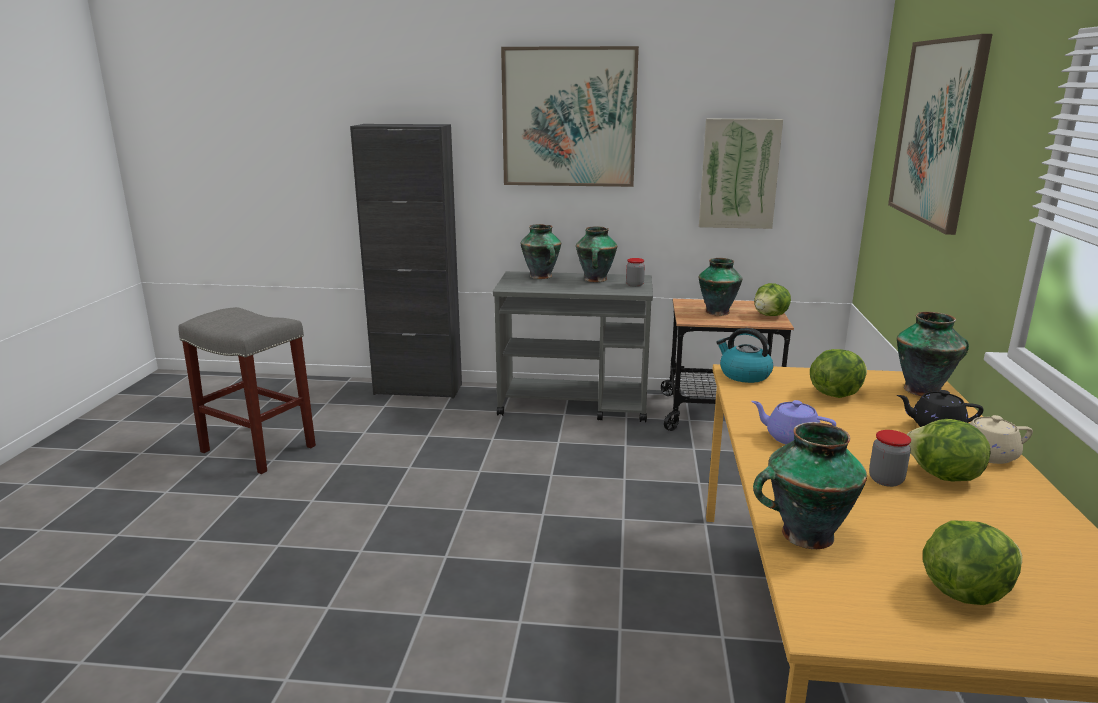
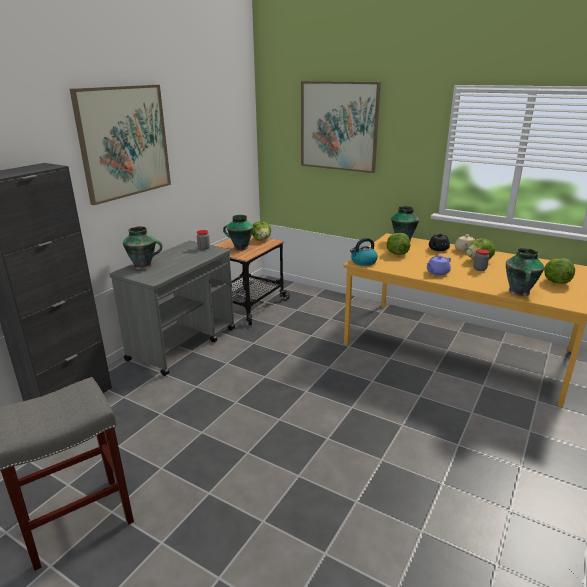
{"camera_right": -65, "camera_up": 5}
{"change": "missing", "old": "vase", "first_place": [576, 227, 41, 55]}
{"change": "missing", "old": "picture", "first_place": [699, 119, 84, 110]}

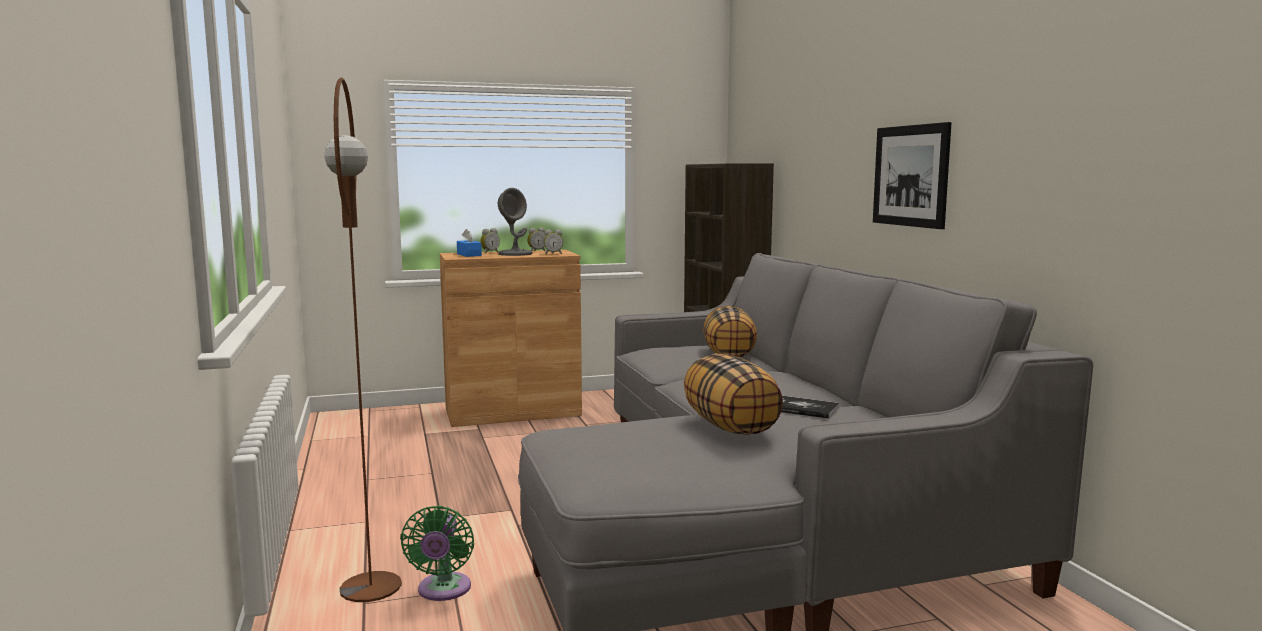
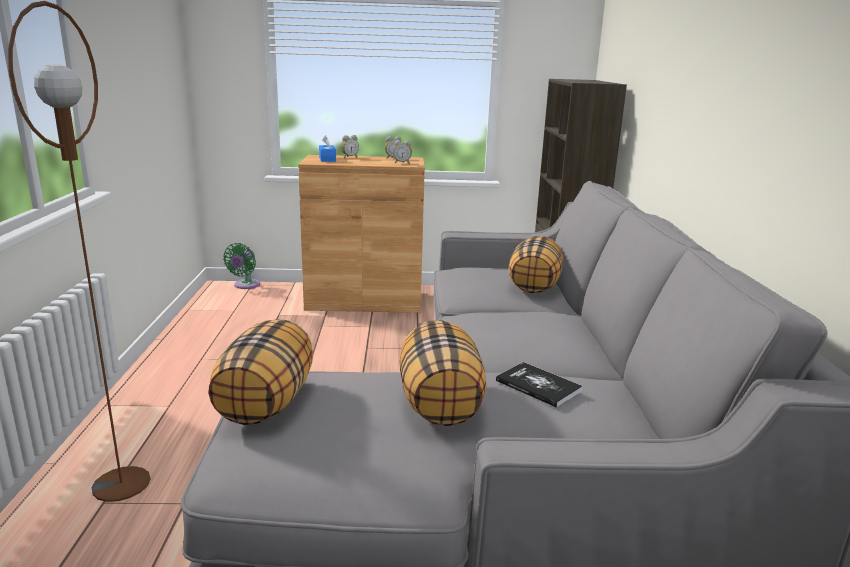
{"camera_right": 15, "camera_up": 10}
{"change": "appeared", "new": "pillow", "second_place": [208, 319, 105, 106]}
{"change": "relocated", "old": "green fan", "first_place": [400, 506, 74, 95], "second_place": [223, 243, 37, 46]}
{"change": "missing", "old": "grey table lamp", "first_place": [498, 188, 35, 68]}
{"change": "missing", "old": "picture", "first_place": [873, 122, 78, 107]}

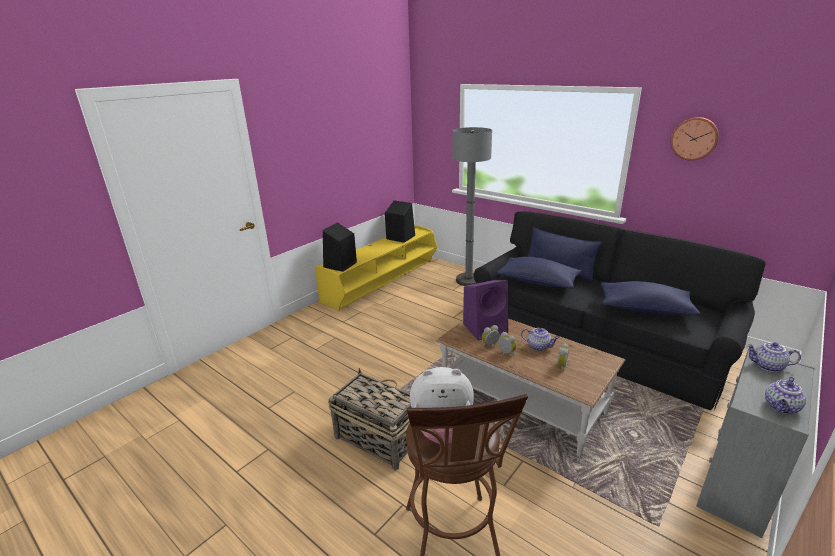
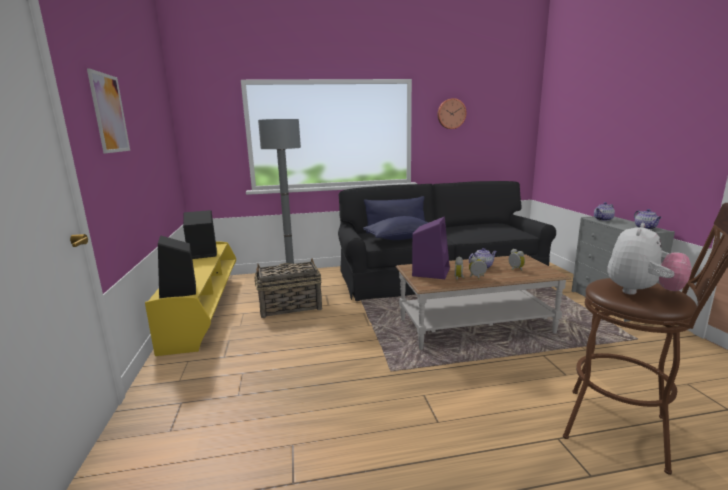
{"camera_right": -50, "camera_up": -10}
{"change": "appeared", "new": "picture", "second_place": [87, 68, 43, 85]}
{"change": "relocated", "old": "basket", "first_place": [328, 368, 84, 102], "second_place": [255, 259, 67, 59]}
{"change": "missing", "old": "blue pillow", "first_place": [601, 281, 99, 35]}

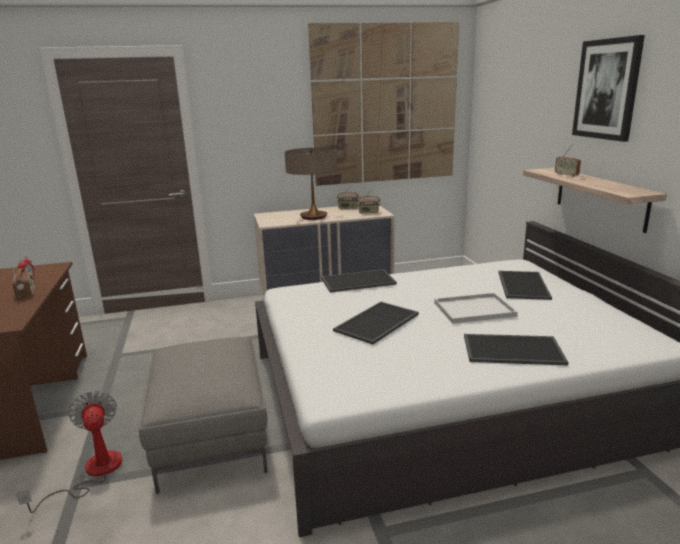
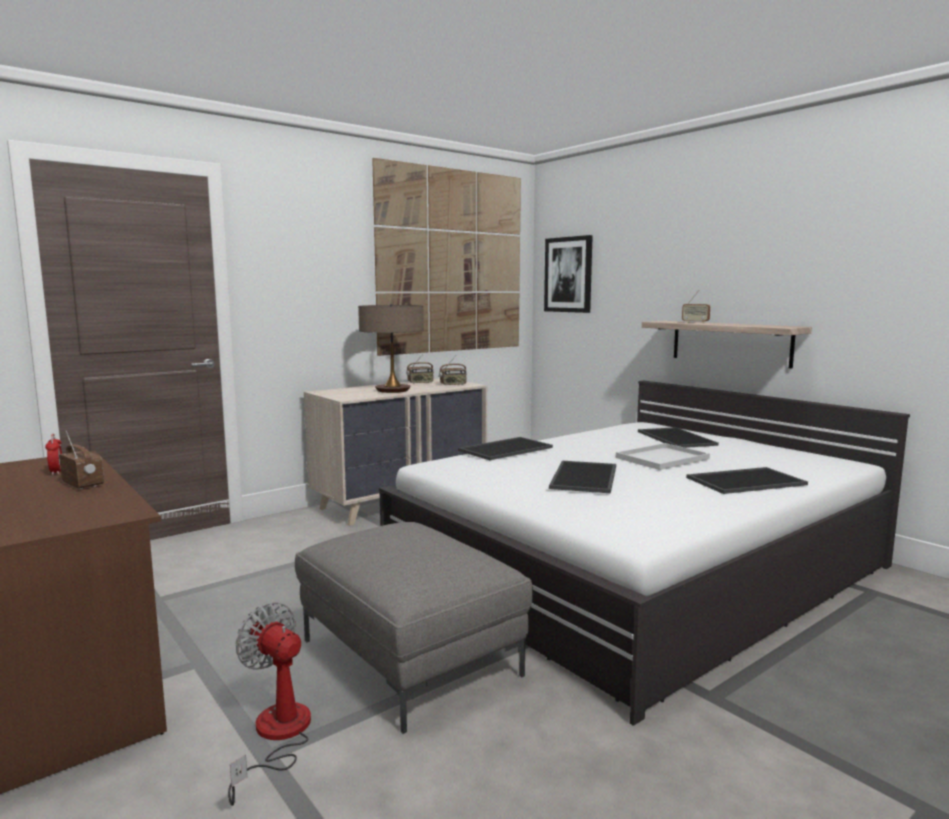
{"camera_right": -25, "camera_up": -10}
{"change": "relocated", "old": "picture", "first_place": [572, 35, 73, 107], "second_place": [544, 235, 49, 78]}

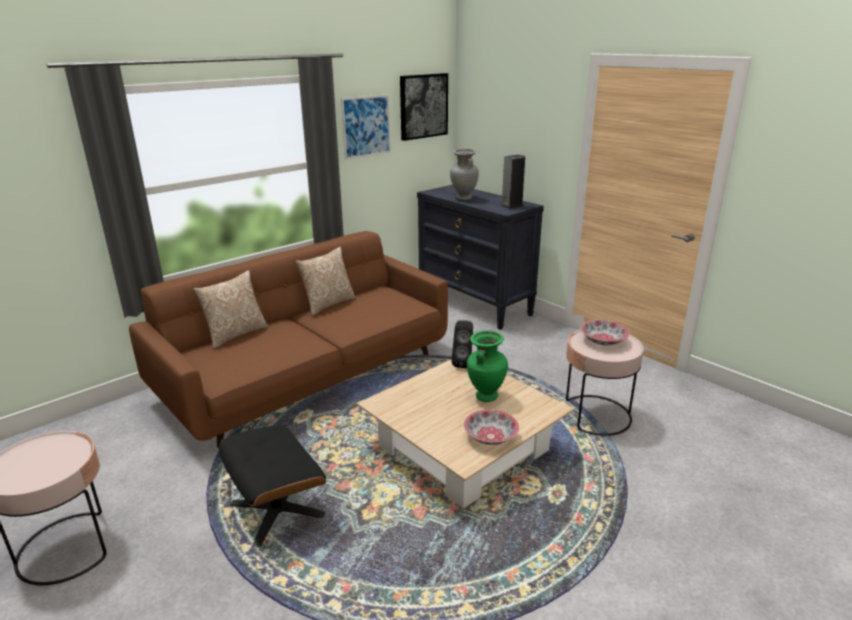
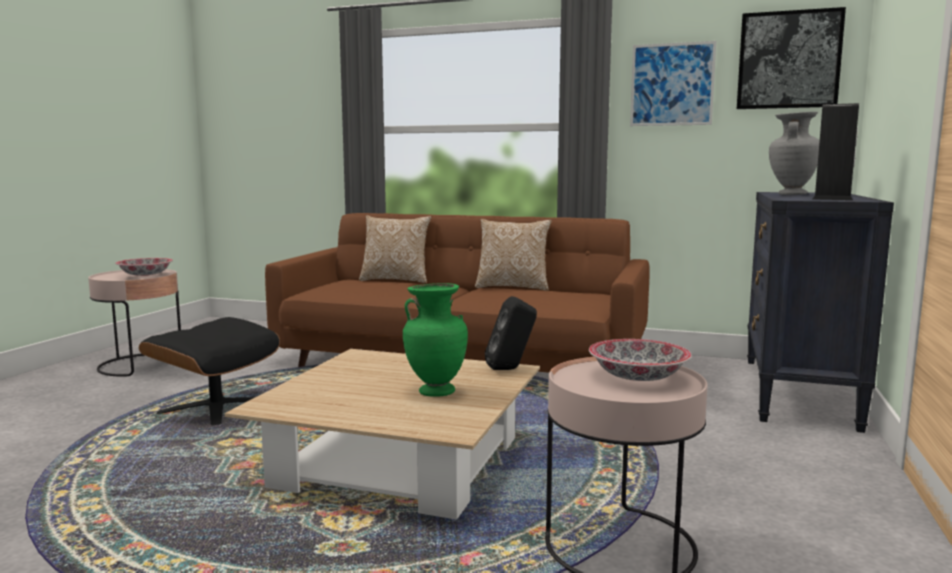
{"camera_right": 60, "camera_up": -15}
{"change": "relocated", "old": "bowl", "first_place": [464, 409, 55, 36], "second_place": [115, 258, 58, 18]}

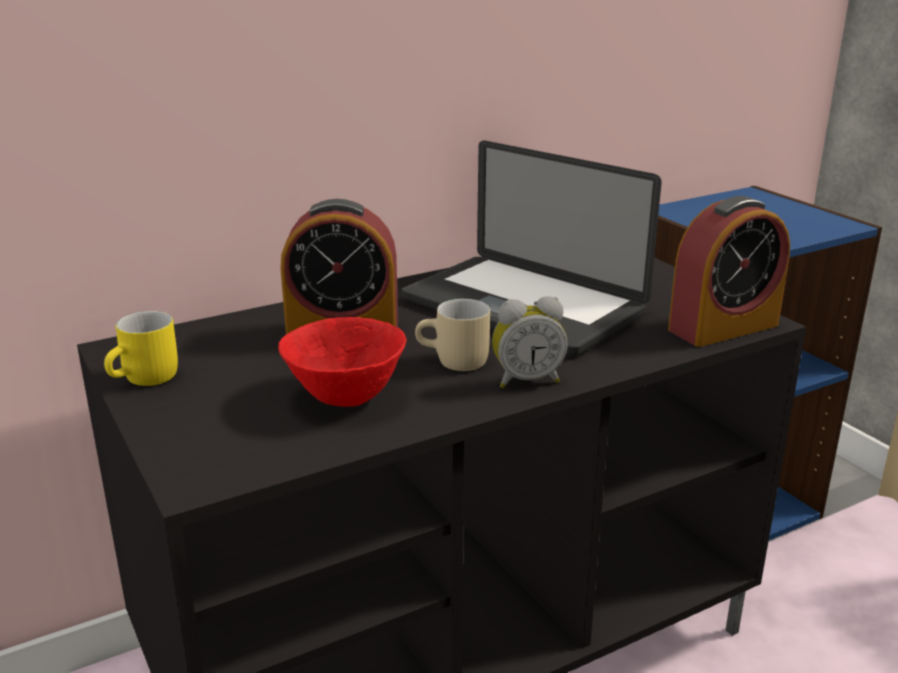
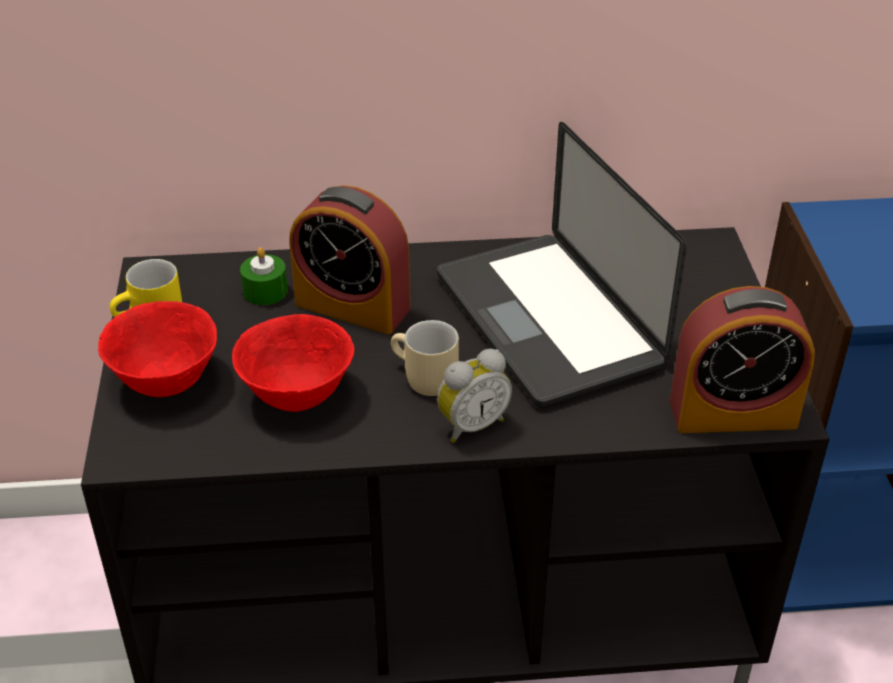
{"camera_right": 25, "camera_up": 15}
{"change": "appeared", "new": "red bowl", "second_place": [98, 301, 119, 96]}
{"change": "appeared", "new": "green candle", "second_place": [240, 247, 48, 58]}
{"change": "spun", "old": "alarm clock", "first_place": [492, 296, 76, 92], "second_place": [437, 349, 75, 94], "degrees": -45}

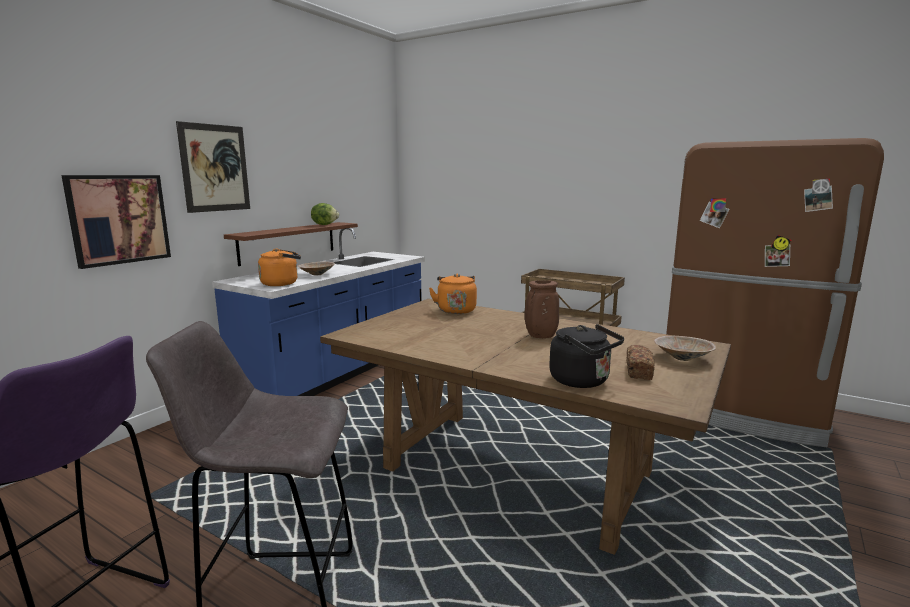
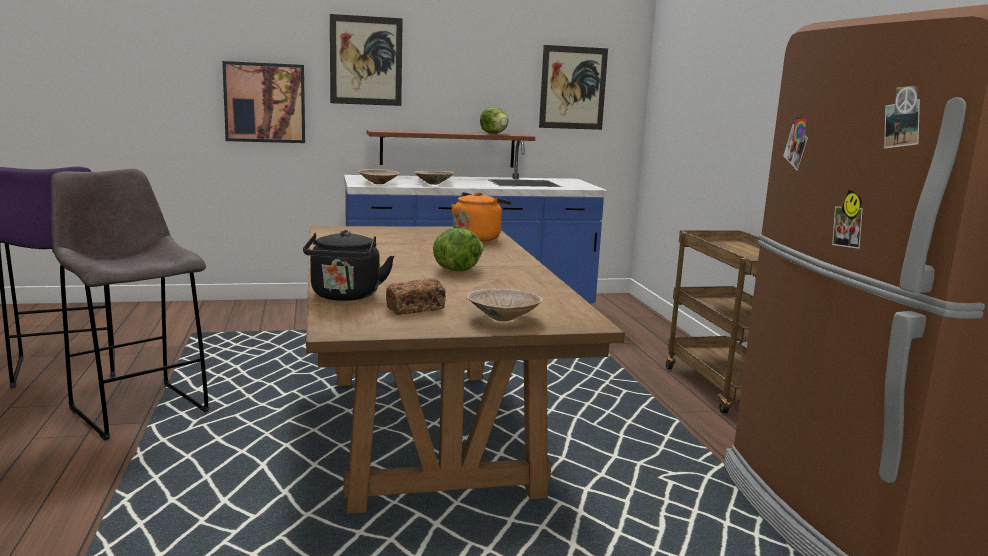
{"camera_right": 45, "camera_up": 0}
{"change": "exchanged", "old": "orange kettle", "new": "beige bowl", "first_place": [258, 248, 43, 38], "second_place": [359, 169, 41, 15]}
{"change": "exchanged", "old": "brown vase", "new": "lettuce", "first_place": [525, 280, 34, 58], "second_place": [433, 228, 51, 43]}
{"change": "appeared", "new": "picture", "second_place": [539, 45, 69, 85]}

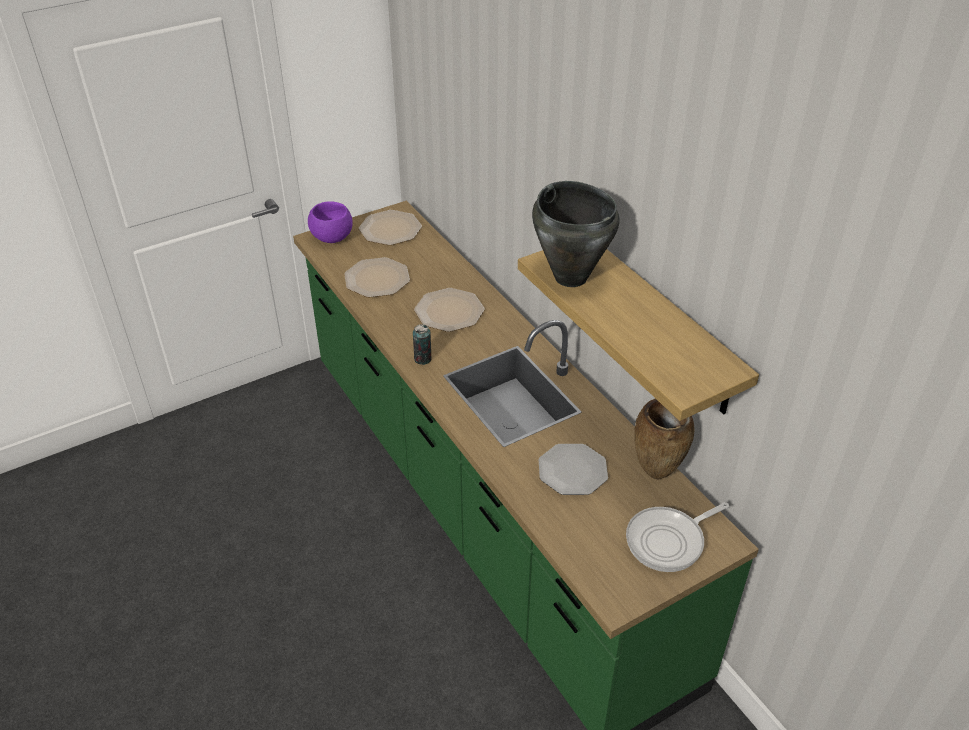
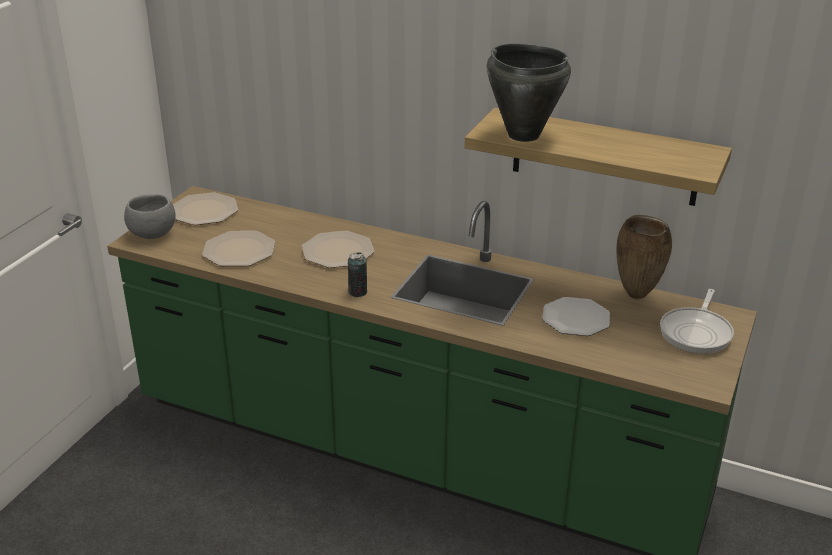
{"camera_right": -35, "camera_up": -10}
{"change": "colour", "old": "purple bowl", "new": "grey bowl", "first_place": [308, 201, 45, 42], "second_place": [124, 194, 52, 45]}

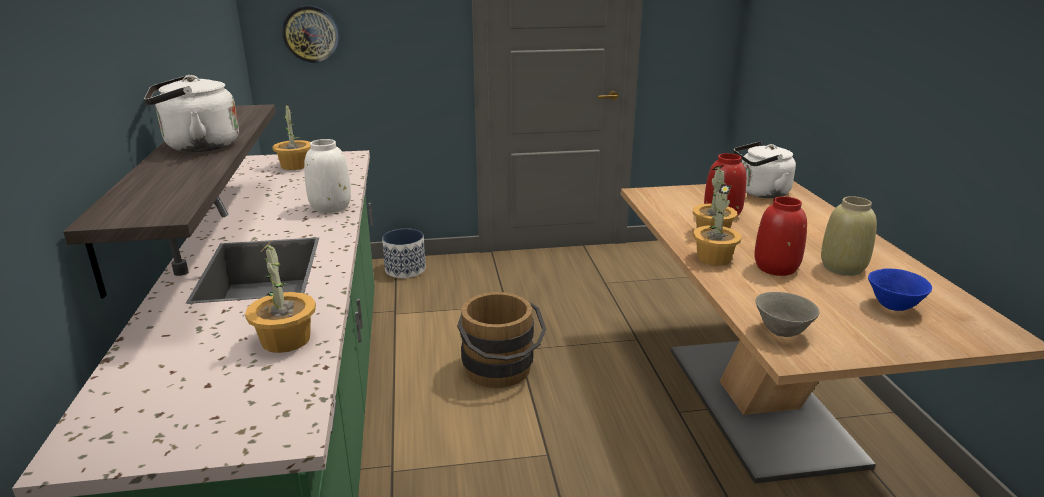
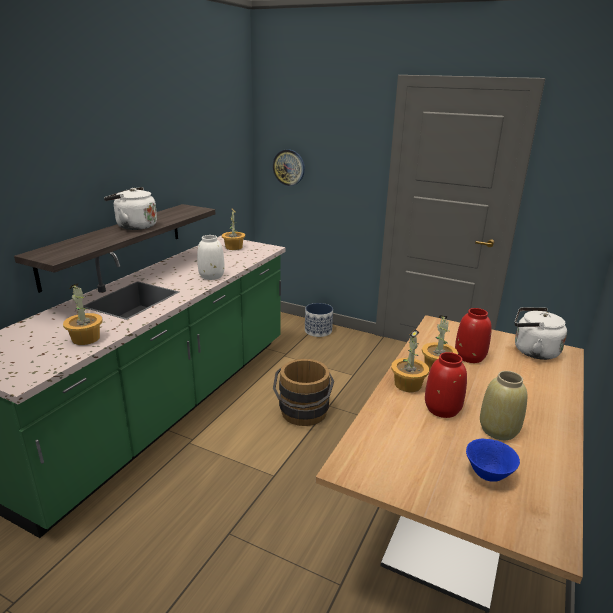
{"camera_right": 35, "camera_up": 0}
{"change": "missing", "old": "grey bowl", "first_place": [755, 292, 65, 45]}

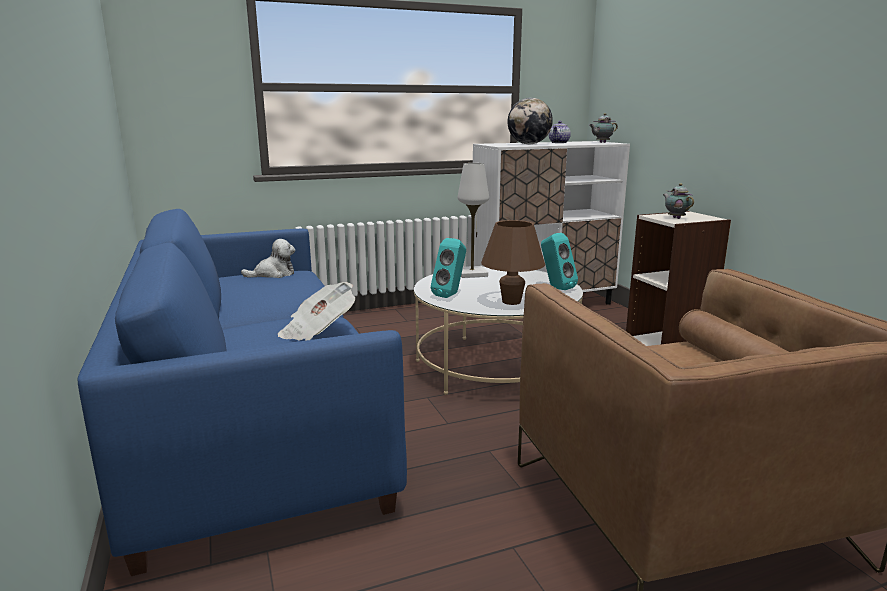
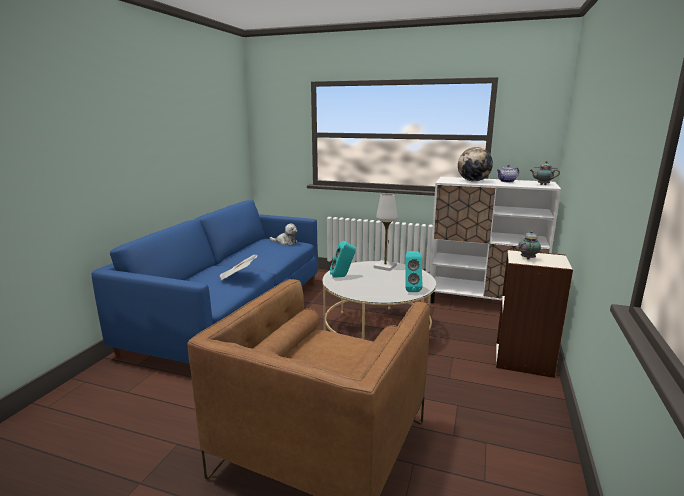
{"camera_right": 40, "camera_up": 0}
{"change": "missing", "old": "brown table lamp", "first_place": [481, 220, 64, 85]}

